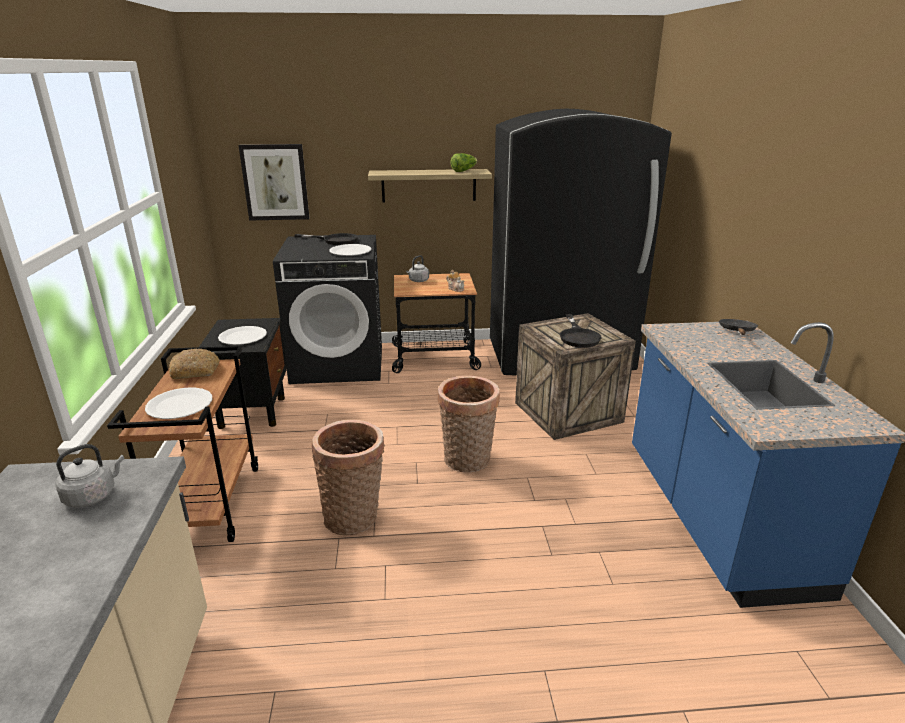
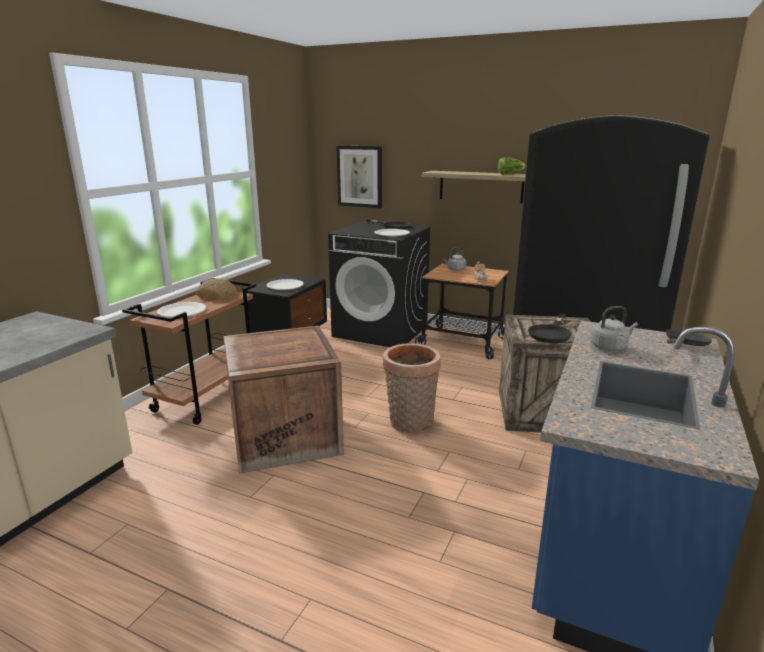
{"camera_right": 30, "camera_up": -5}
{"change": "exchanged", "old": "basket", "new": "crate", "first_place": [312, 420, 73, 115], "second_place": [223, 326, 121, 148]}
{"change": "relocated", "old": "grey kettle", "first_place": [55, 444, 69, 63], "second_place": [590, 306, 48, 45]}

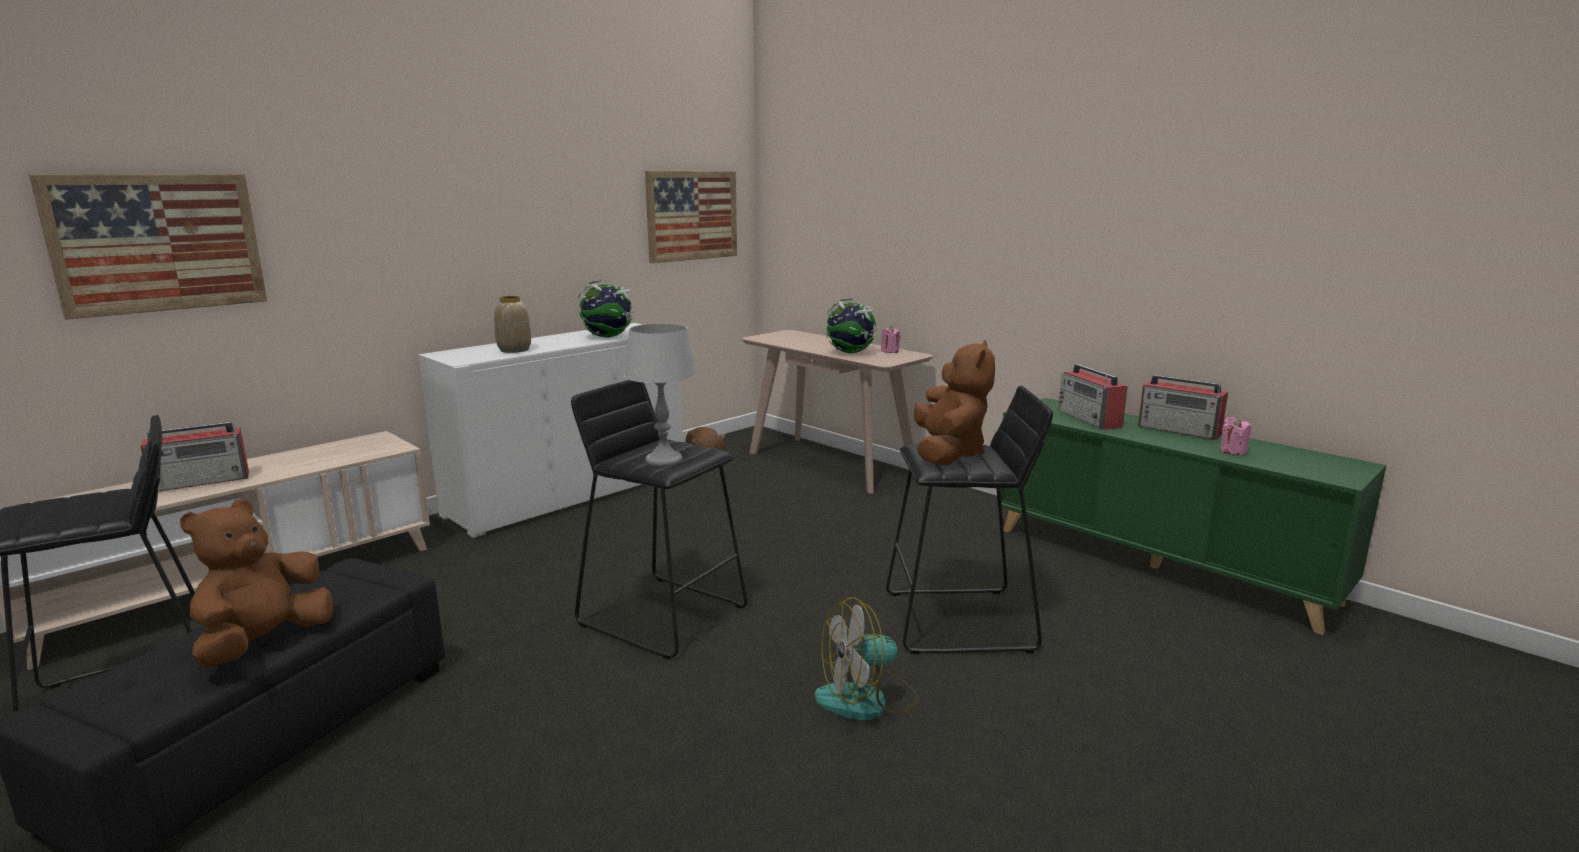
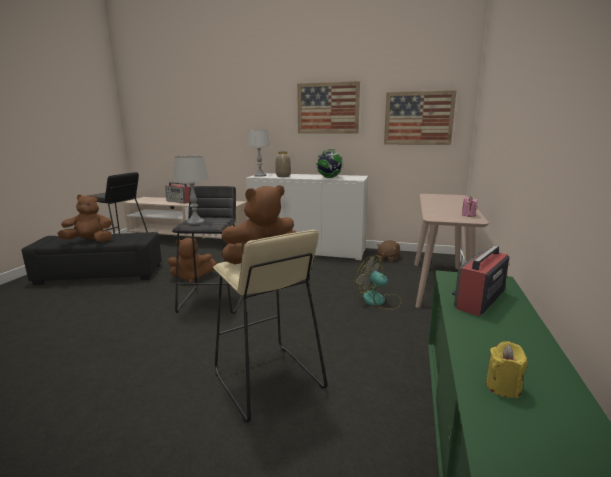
{"camera_right": 60, "camera_up": 0}
{"change": "appeared", "new": "brown plush toy", "second_place": [168, 238, 49, 45]}
{"change": "colour", "old": "black stool", "new": "beige stool", "first_place": [886, 386, 167, 268], "second_place": [213, 230, 114, 193]}
{"change": "appeared", "new": "grey table lamp", "second_place": [248, 130, 22, 47]}
{"change": "relocated", "old": "picture", "first_place": [29, 174, 238, 146], "second_place": [297, 81, 63, 53]}
{"change": "relocated", "old": "fan", "first_place": [815, 597, 104, 123], "second_place": [355, 255, 47, 55]}
{"change": "colour", "old": "pink candle", "new": "yellow candle", "first_place": [1220, 417, 31, 38], "second_place": [486, 341, 42, 57]}
{"change": "missing", "old": "globe", "first_place": [826, 298, 51, 55]}
{"change": "missing", "old": "radio", "first_place": [1138, 375, 90, 65]}

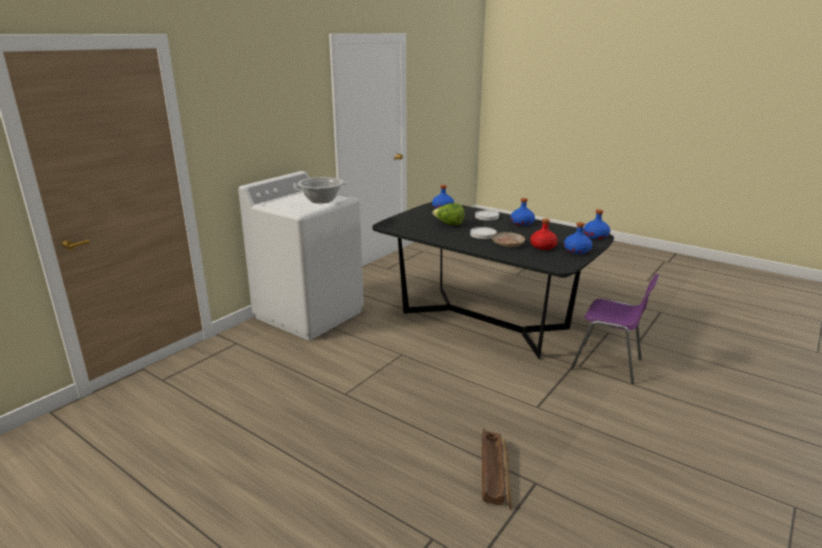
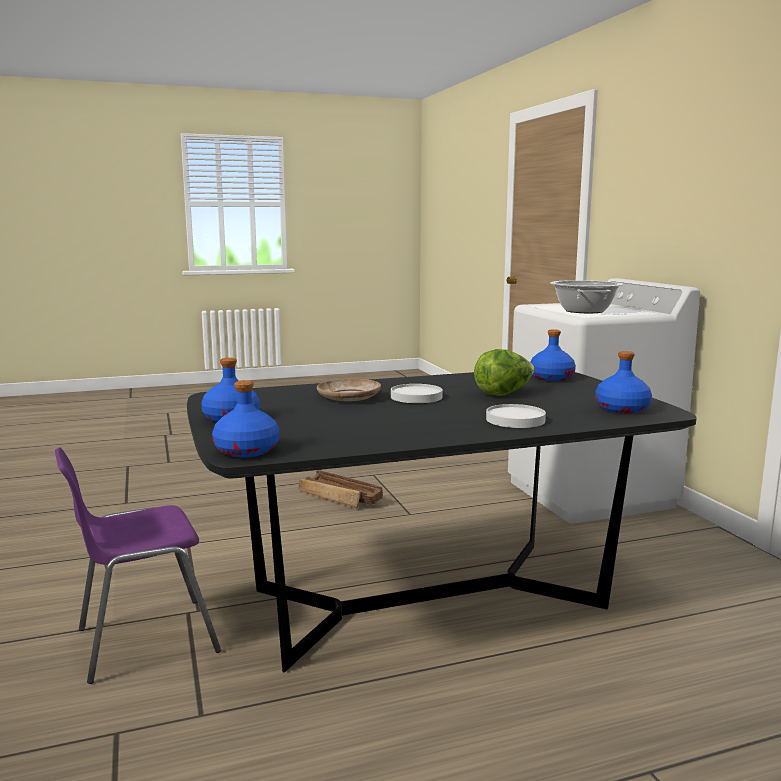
{"camera_right": 125, "camera_up": -10}
{"change": "relocated", "old": "crate", "first_place": [482, 429, 30, 81], "second_place": [298, 470, 85, 38]}
{"change": "relocated", "old": "blue bottle", "first_place": [511, 198, 24, 28], "second_place": [531, 329, 45, 52]}
{"change": "missing", "old": "red bottle", "first_place": [530, 218, 28, 32]}

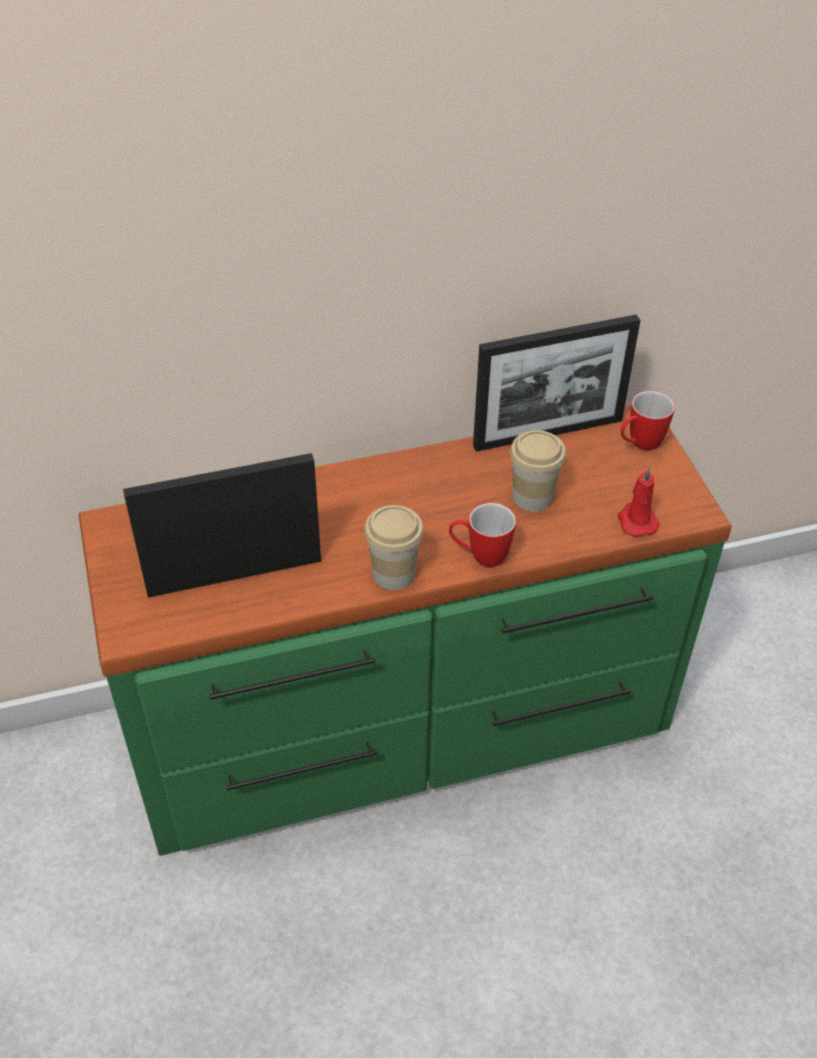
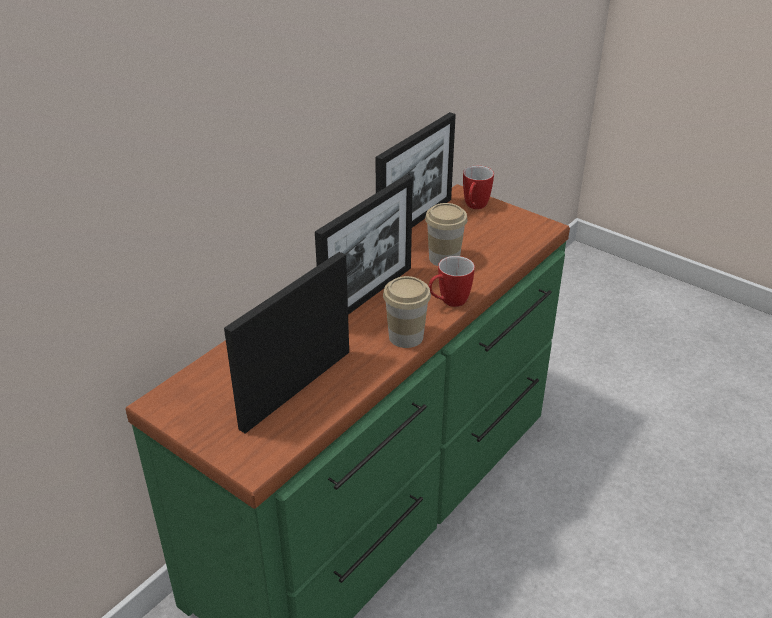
{"camera_right": -35, "camera_up": -10}
{"change": "appeared", "new": "picture frame", "second_place": [315, 174, 98, 141]}
{"change": "missing", "old": "red candle", "first_place": [618, 467, 42, 70]}

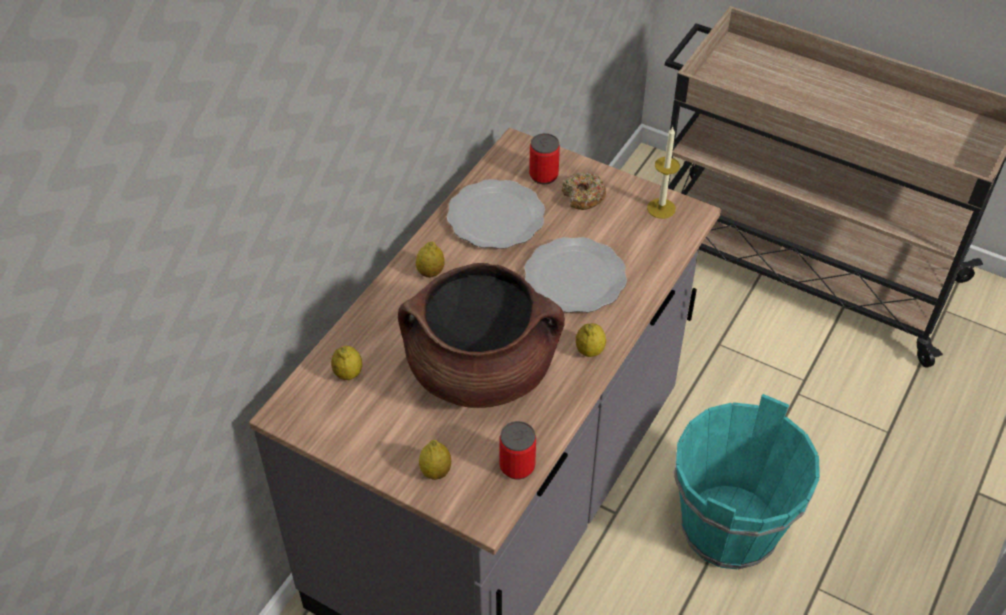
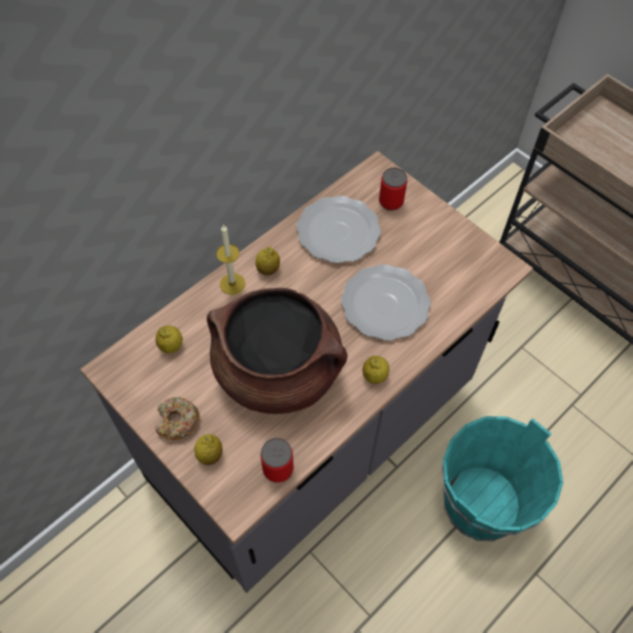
{"camera_right": 15, "camera_up": 10}
{"change": "relocated", "old": "donut", "first_place": [562, 172, 44, 38], "second_place": [155, 397, 45, 43]}
{"change": "relocated", "old": "candle", "first_place": [647, 126, 33, 93], "second_place": [216, 224, 29, 71]}

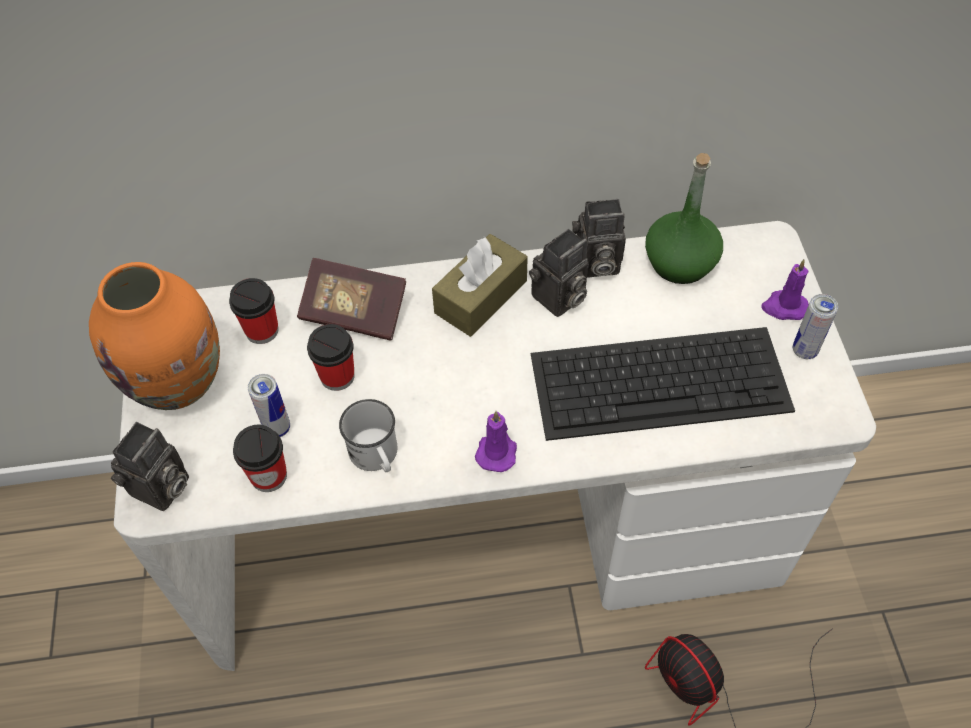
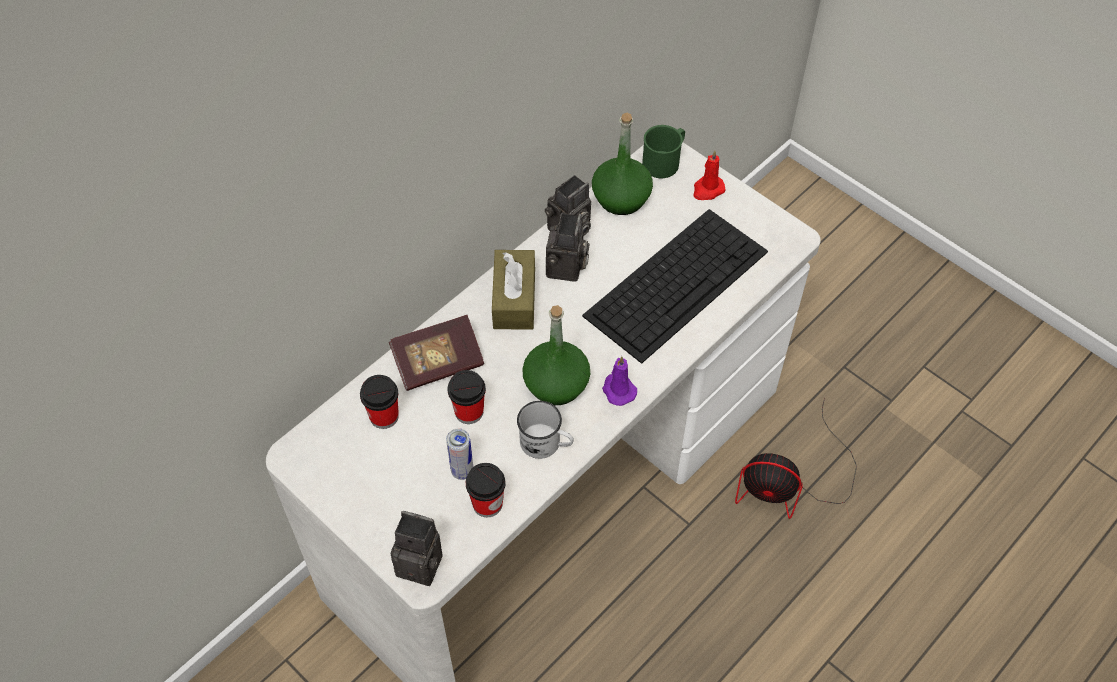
{"camera_right": -40, "camera_up": 0}
{"change": "spun", "old": "photo camera", "first_place": [111, 422, 78, 89], "second_place": [391, 511, 51, 75], "degrees": -60}
{"change": "appeared", "new": "green bottle", "second_place": [523, 305, 67, 100]}
{"change": "appeared", "new": "green mug", "second_place": [642, 125, 43, 53]}
{"change": "colour", "old": "purple candle", "new": "red candle", "first_place": [761, 259, 48, 61], "second_place": [693, 150, 33, 50]}
{"change": "missing", "old": "orange vase", "first_place": [89, 262, 131, 148]}
{"change": "missing", "old": "can", "first_place": [793, 294, 45, 65]}

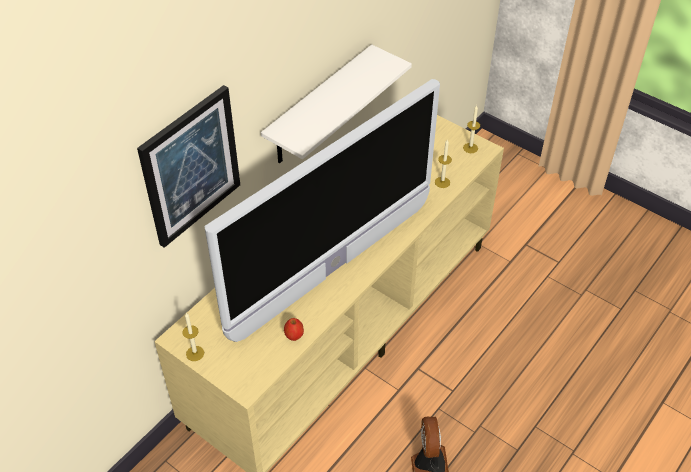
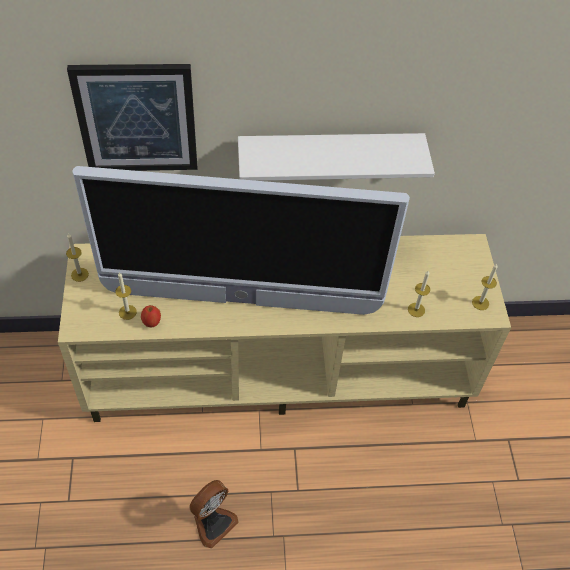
{"camera_right": 45, "camera_up": 5}
{"change": "appeared", "new": "candle", "second_place": [115, 272, 22, 48]}

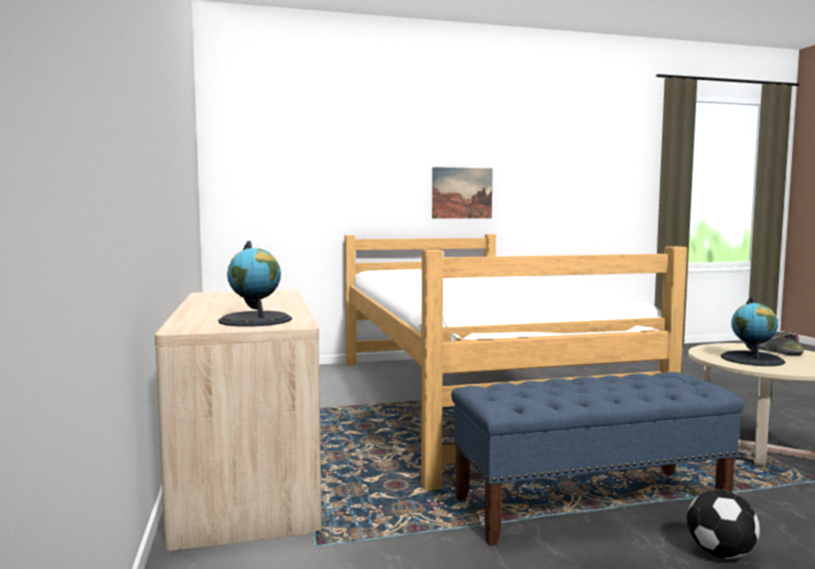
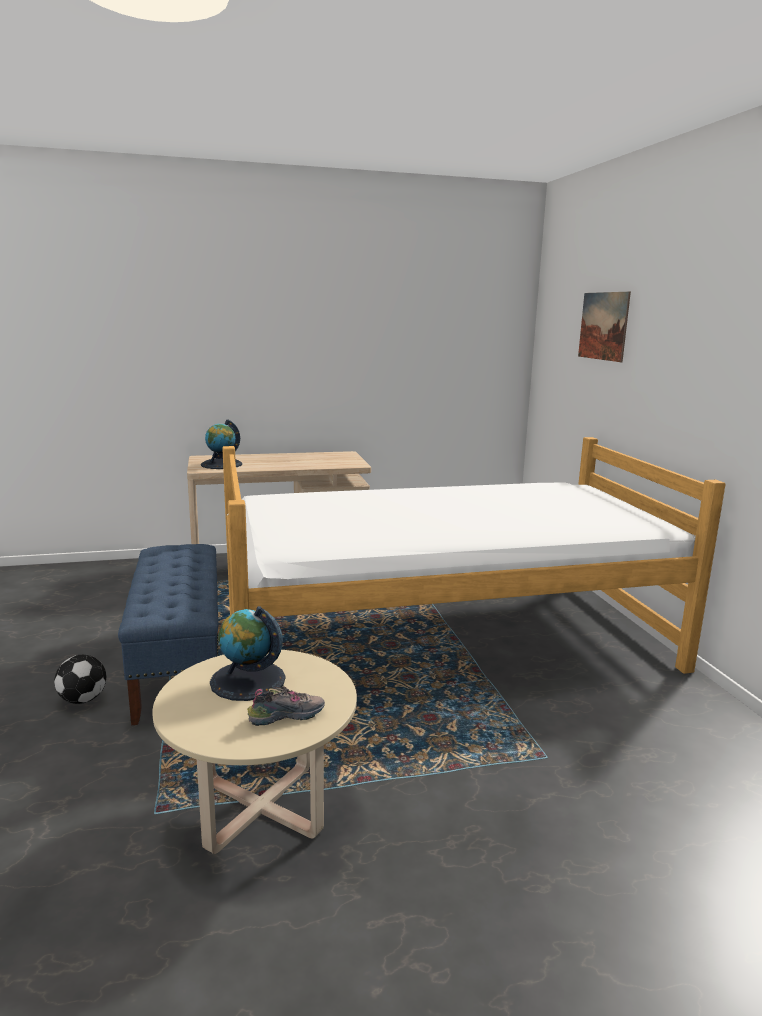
{"camera_right": 90, "camera_up": 10}
{"change": "relocated", "old": "picture", "first_place": [432, 167, 61, 52], "second_place": [578, 292, 53, 70]}

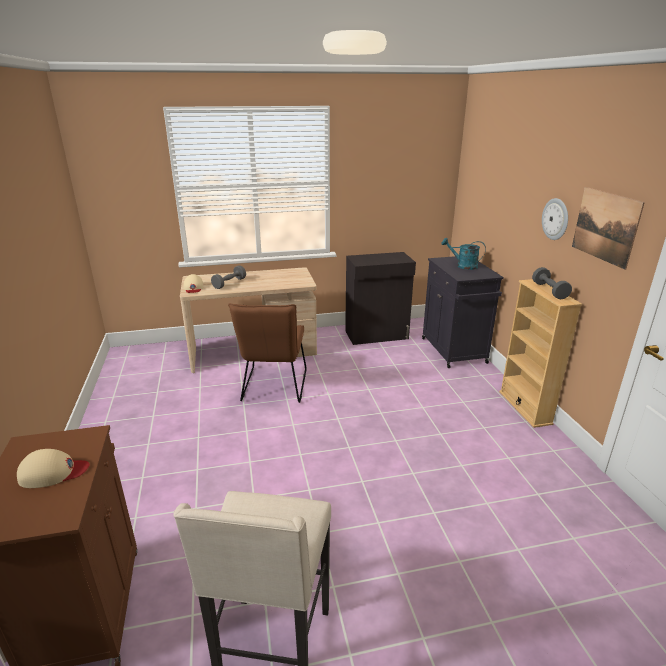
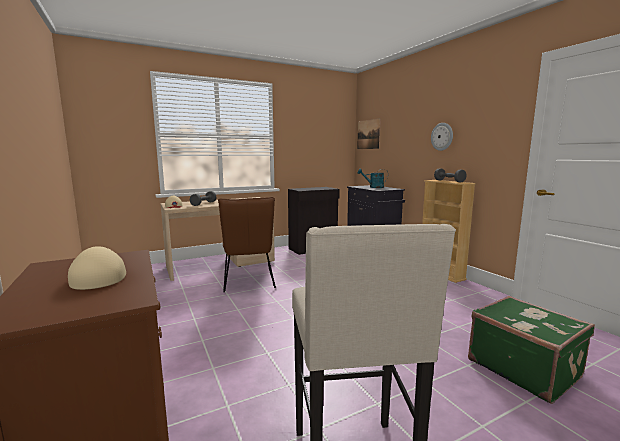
{"camera_right": -15, "camera_up": -15}
{"change": "spun", "old": "beige cap", "first_place": [17, 449, 73, 39], "second_place": [68, 246, 58, 44], "degrees": -90}
{"change": "relocated", "old": "picture", "first_place": [572, 187, 73, 83], "second_place": [357, 118, 24, 31]}
{"change": "appeared", "new": "green suitcase", "second_place": [468, 296, 127, 108]}

